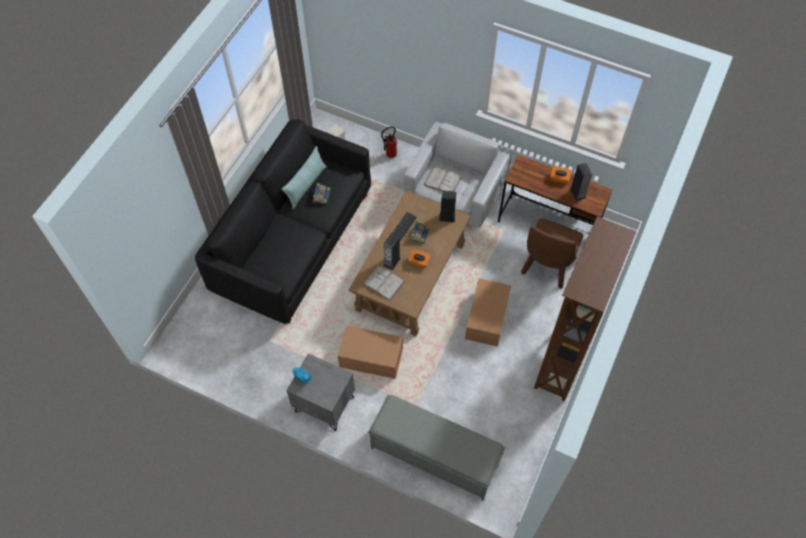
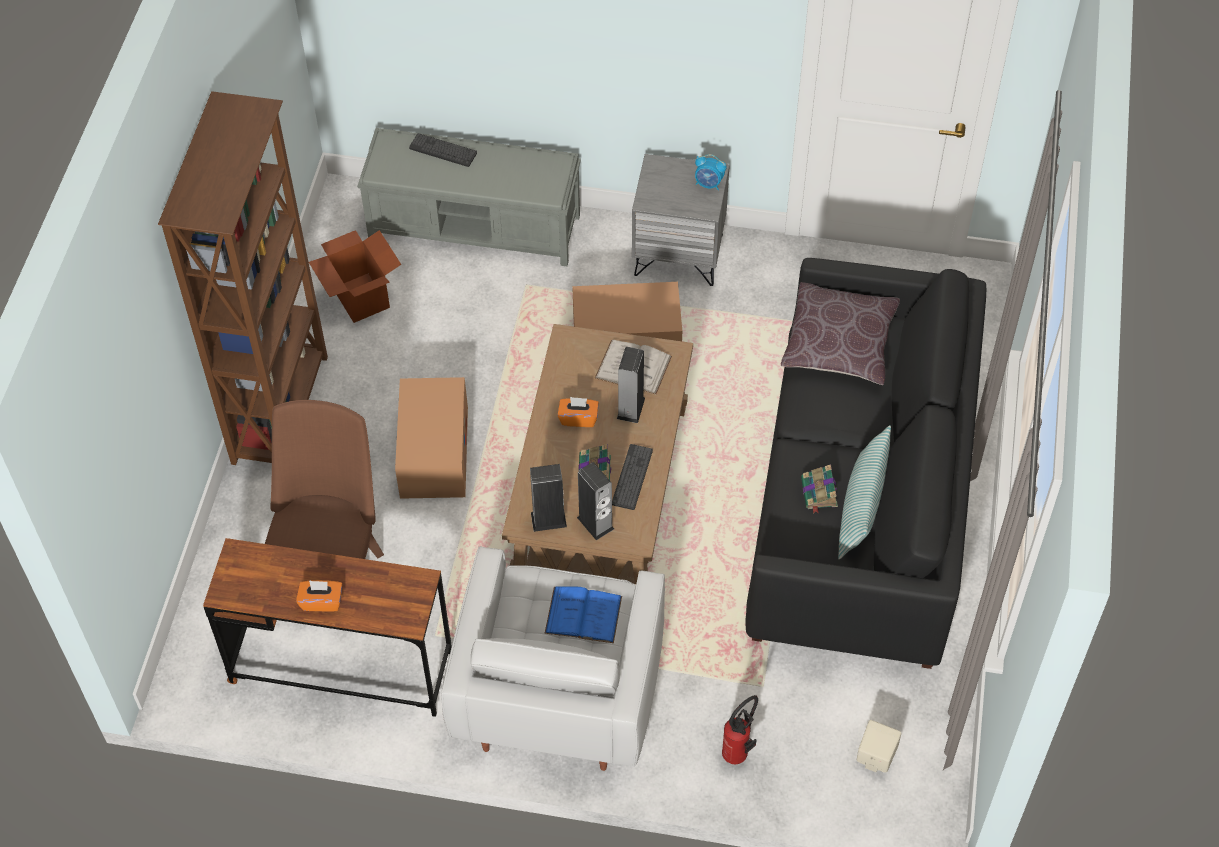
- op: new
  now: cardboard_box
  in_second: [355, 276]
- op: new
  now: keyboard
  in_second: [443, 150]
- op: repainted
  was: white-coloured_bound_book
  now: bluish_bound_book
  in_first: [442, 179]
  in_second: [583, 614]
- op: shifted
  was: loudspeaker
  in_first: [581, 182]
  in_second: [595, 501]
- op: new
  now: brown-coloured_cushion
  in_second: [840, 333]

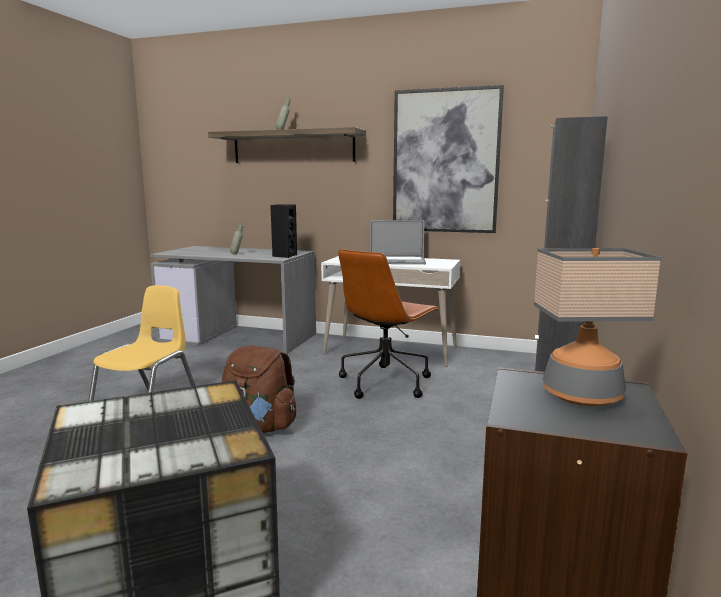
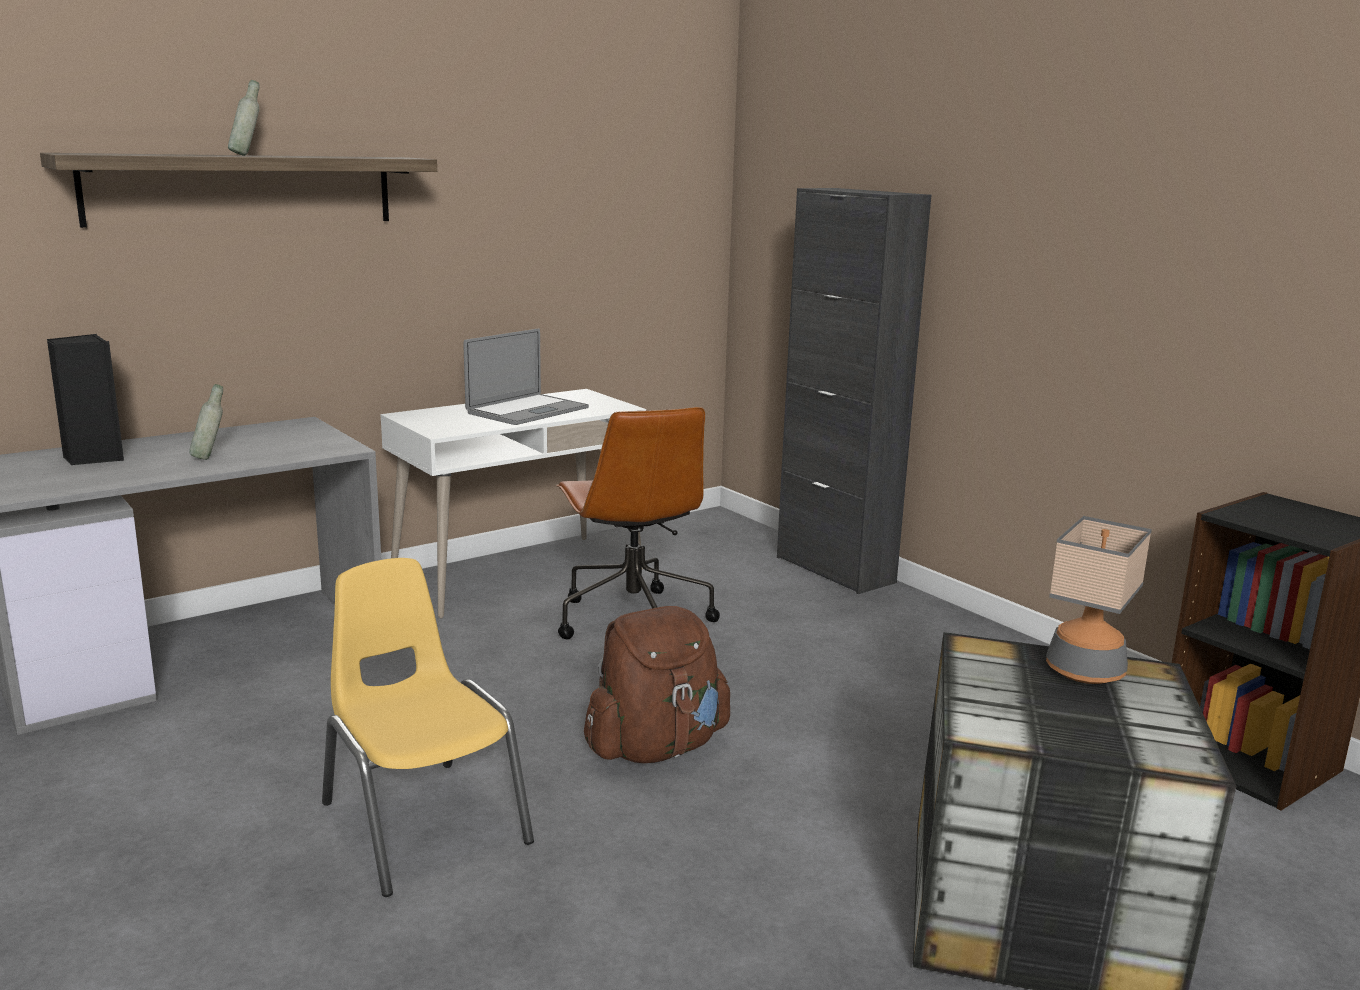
- op: shifted
  was: blackish_loudspeaker
  in_first: [283, 231]
  in_second: [85, 399]
- op: shifted
  was: tabletop_lamp
  in_first: [597, 327]
  in_second: [1099, 600]
- op: gone
  was: picture
  in_first: [448, 159]

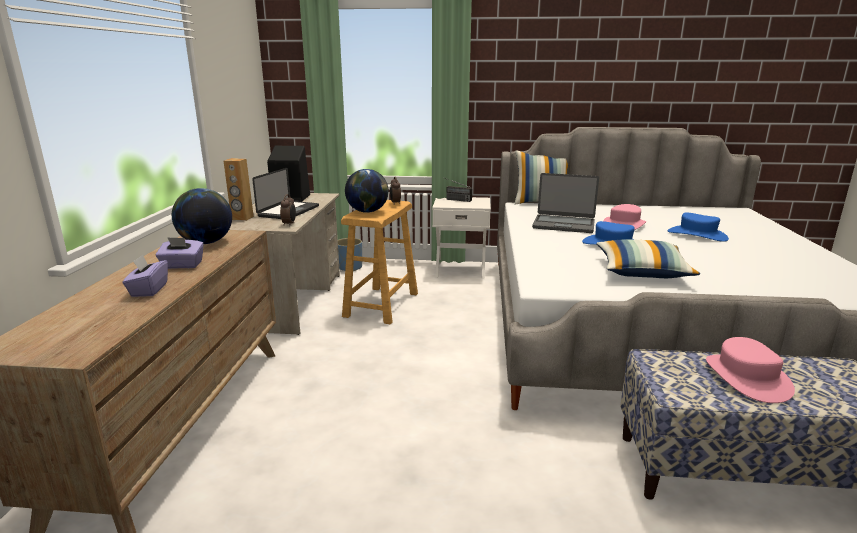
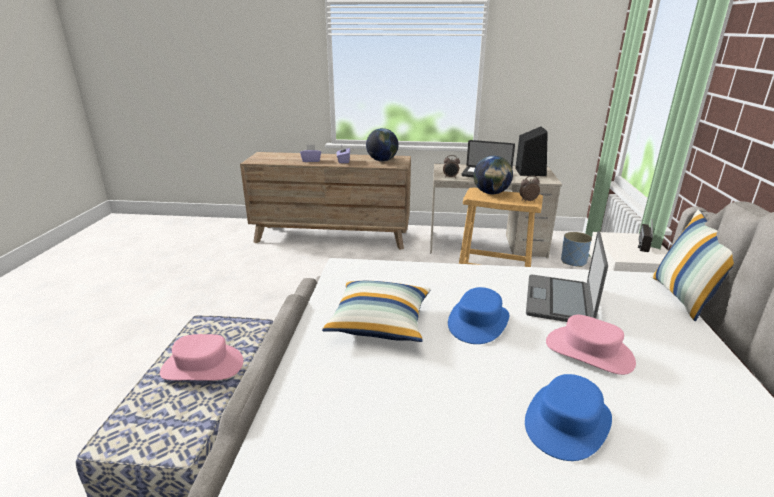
- op: gone
  was: brown-coloured_loudspeaker
  in_first: [239, 189]

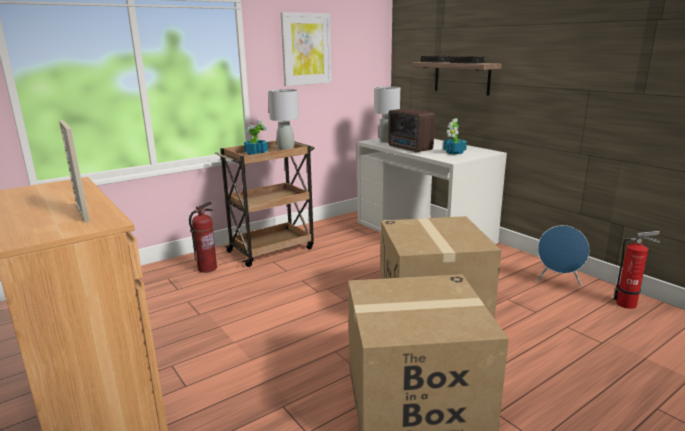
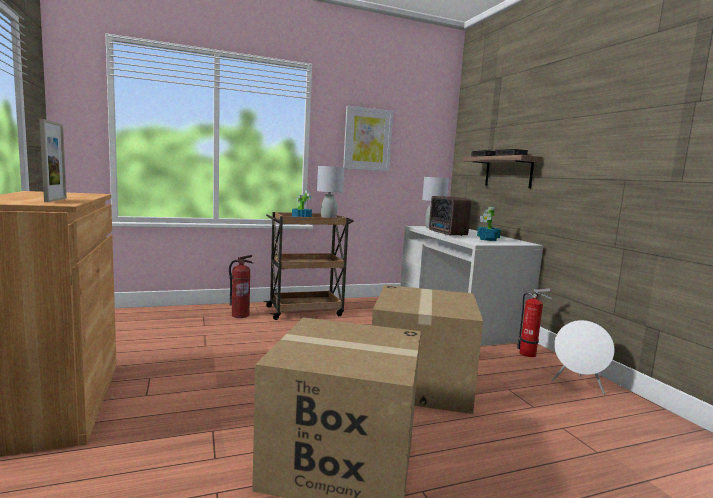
- op: shifted
  was: fire_extinguisher
  in_first: [636, 270]
  in_second: [534, 322]
- op: repainted
  was: bluish_loudspeaker
  now: white-coloured_loudspeaker
  in_first: [562, 256]
  in_second: [583, 357]

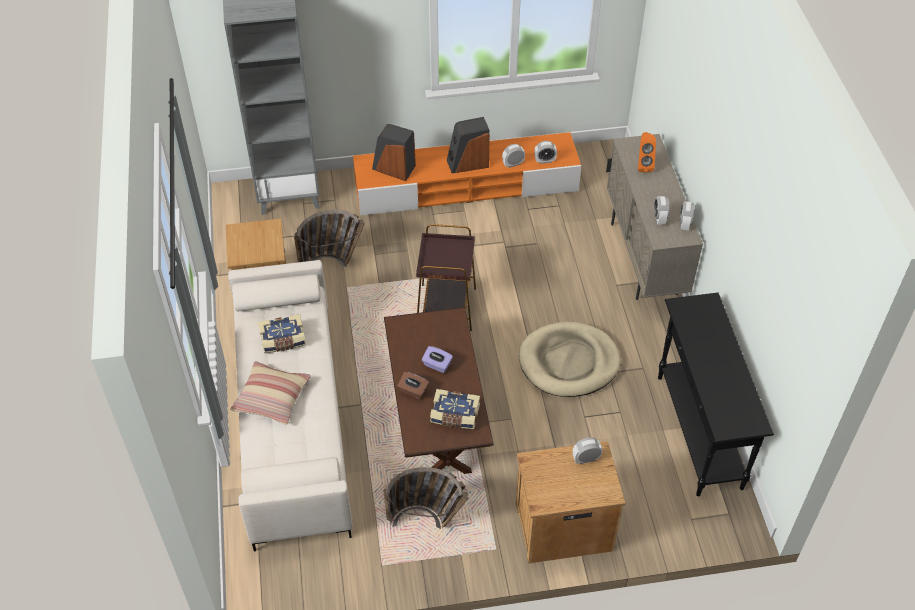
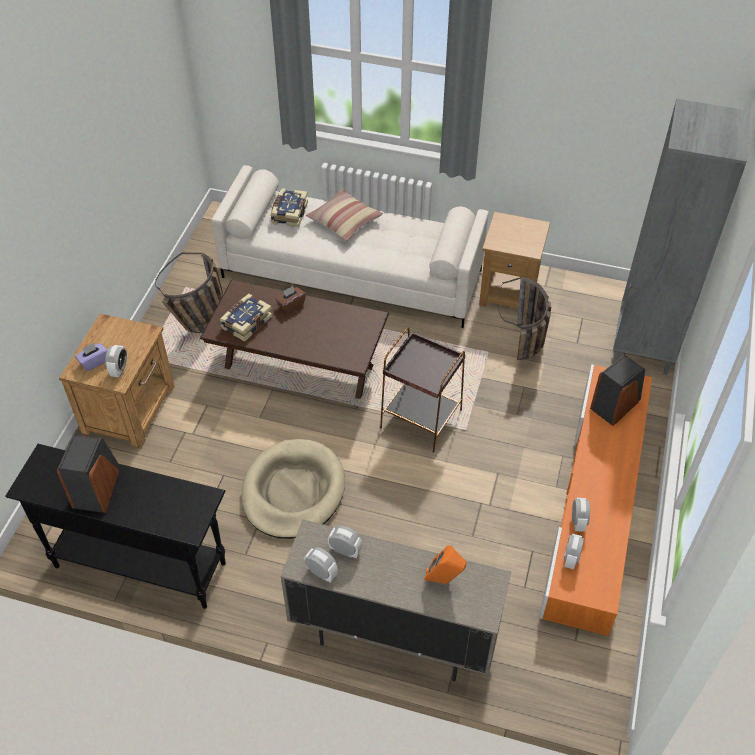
- op: shifted
  was: loudspeaker
  in_first: [468, 145]
  in_second: [88, 474]
- op: shifted
  was: purplish_box_of_tissues
  in_first: [437, 359]
  in_second: [91, 357]
- op: shifted
  was: bound_book
  in_first: [282, 333]
  in_second: [289, 207]

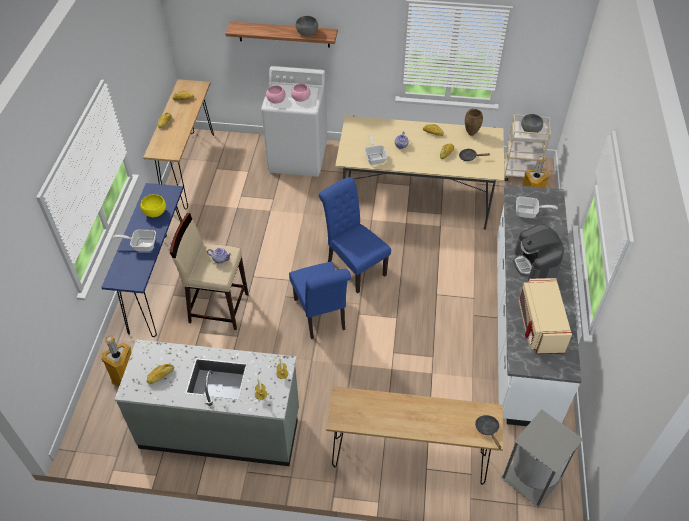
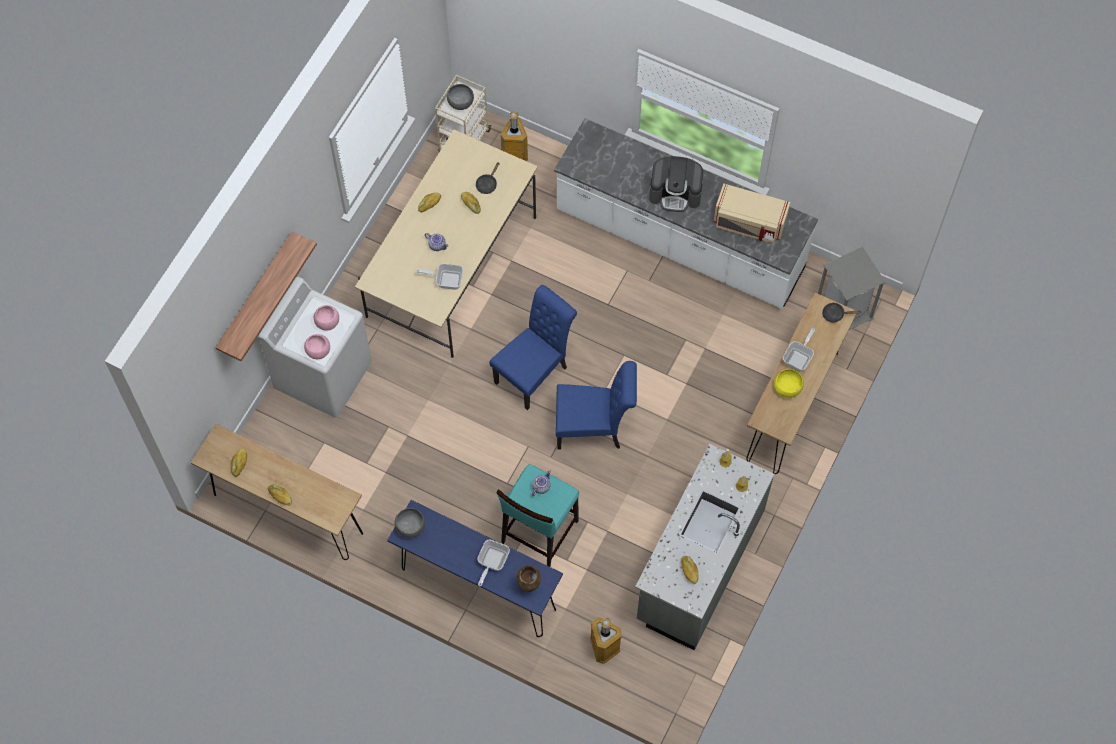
- op: shifted
  was: gray_serving_bowl
  in_first: [307, 26]
  in_second: [410, 523]
- op: rotated
  was: bluish_plain_chair
  in_first: [355, 235]
  in_second: [533, 347]
  clockwise: 150
- op: repainted
  was: beige-coloured_sitting_stool
  now: blue-green_sitting_stool
  in_first: [209, 271]
  in_second: [537, 515]
- op: shifted
  was: brown-coloured_flower_vase
  in_first: [474, 122]
  in_second: [528, 578]
- op: shifted
  was: yellow_serving_bowl
  in_first: [153, 205]
  in_second: [789, 383]
- op: shifted
  was: pan
  in_first: [537, 207]
  in_second: [799, 349]

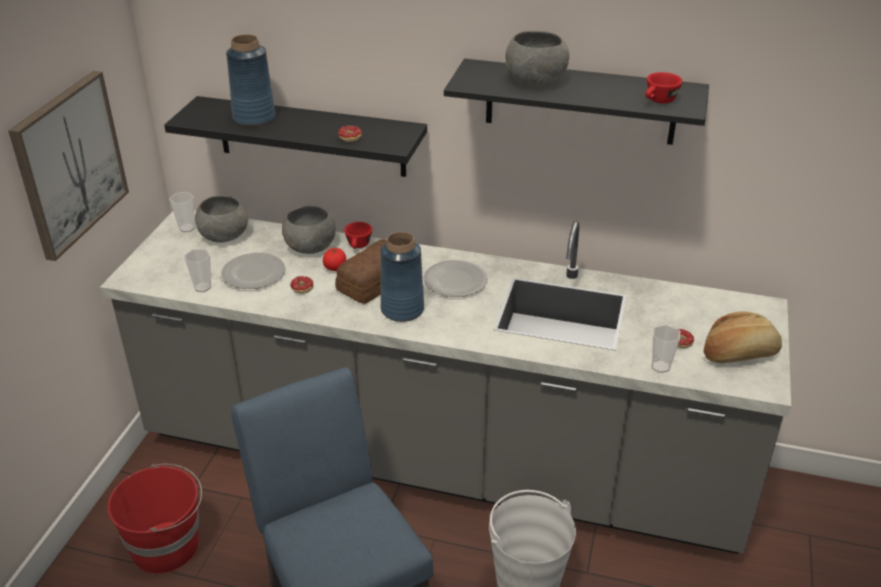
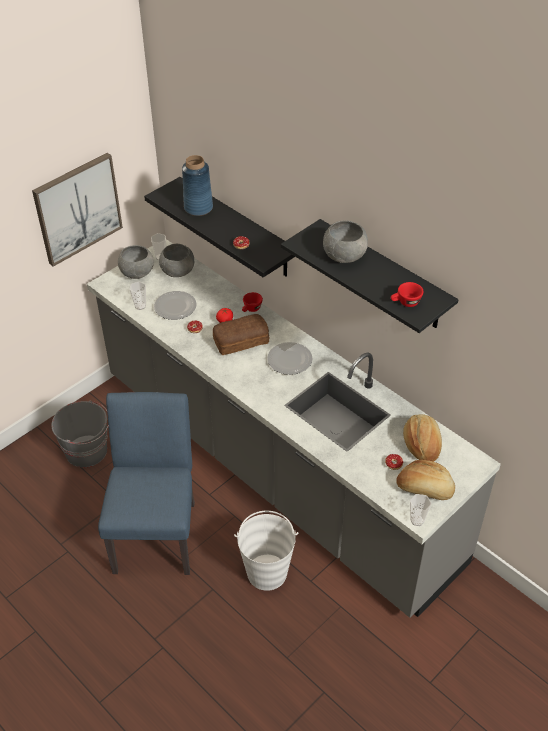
- op: repainted
  was: reddish_water_bucket
  now: gray_water_bucket
  in_first: [154, 519]
  in_second: [80, 434]
- op: shifted
  was: gray_serving_bowl
  in_first: [309, 230]
  in_second: [136, 262]
- op: new
  now: bakery_bread
  in_second: [422, 438]
- op: shifted
  was: small_cup
  in_first: [666, 349]
  in_second: [420, 510]
- op: gone
  was: bluish_flower_vase
  in_first: [402, 277]

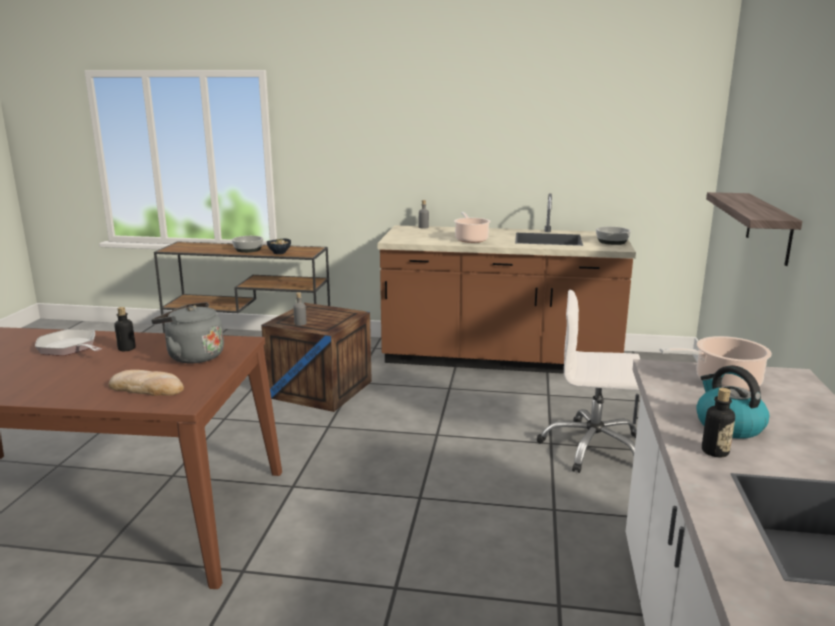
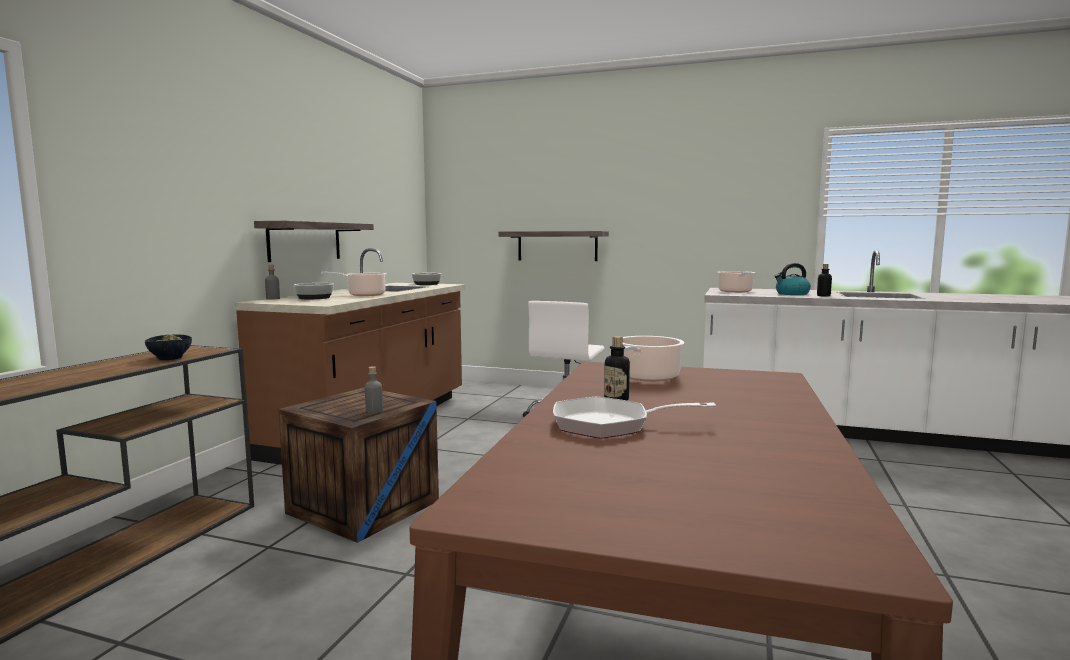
- op: new
  now: bracket_shelf
  in_second: [314, 241]
- op: shifted
  was: serving_bowl
  in_first: [247, 244]
  in_second: [314, 291]
- op: rotated
  was: pan
  in_first: [68, 342]
  in_second: [634, 417]
  clockwise: 45
- op: swapped
  was: gray_kettle
  now: cooking_pot
  in_first: [187, 332]
  in_second: [653, 359]
- op: gone
  was: bakery_bread
  in_first: [146, 383]

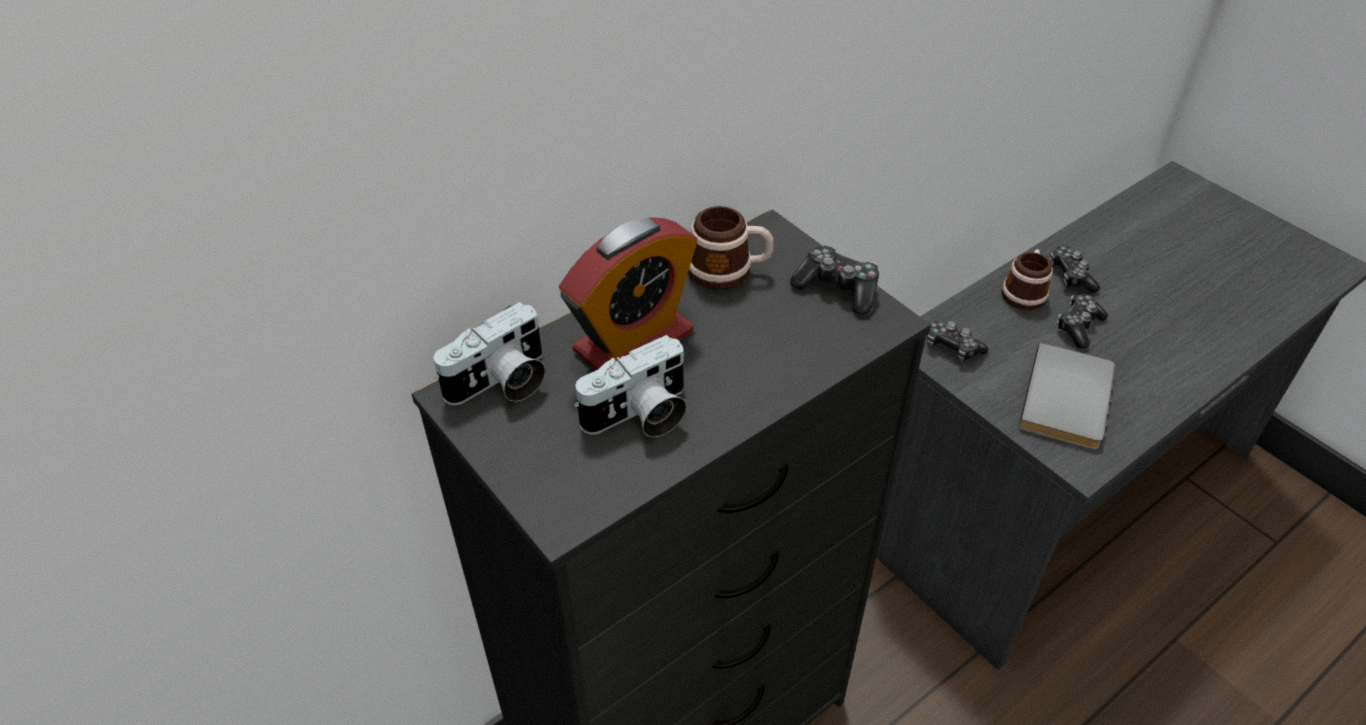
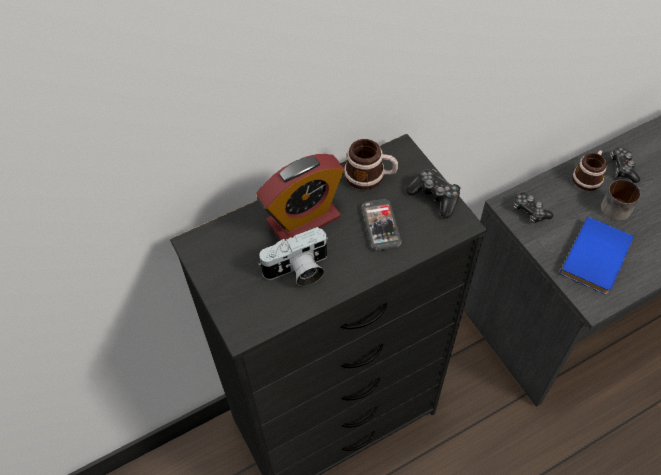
- op: new
  now: telephone
  in_second: [381, 225]
- op: repainted
  was: gray_bound_book
  now: bluish_bound_book
  in_first: [1067, 396]
  in_second: [596, 255]
- op: swapped
  was: joypad
  now: tea_mug
  in_first: [1082, 321]
  in_second: [621, 200]
- op: gone
  was: photo_camera
  in_first: [489, 353]

